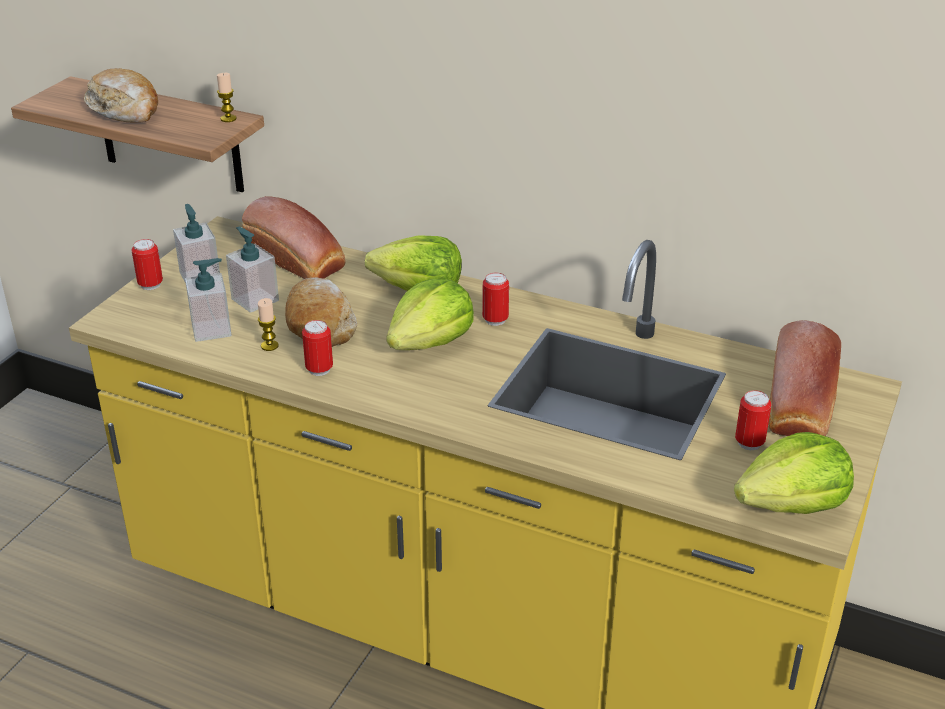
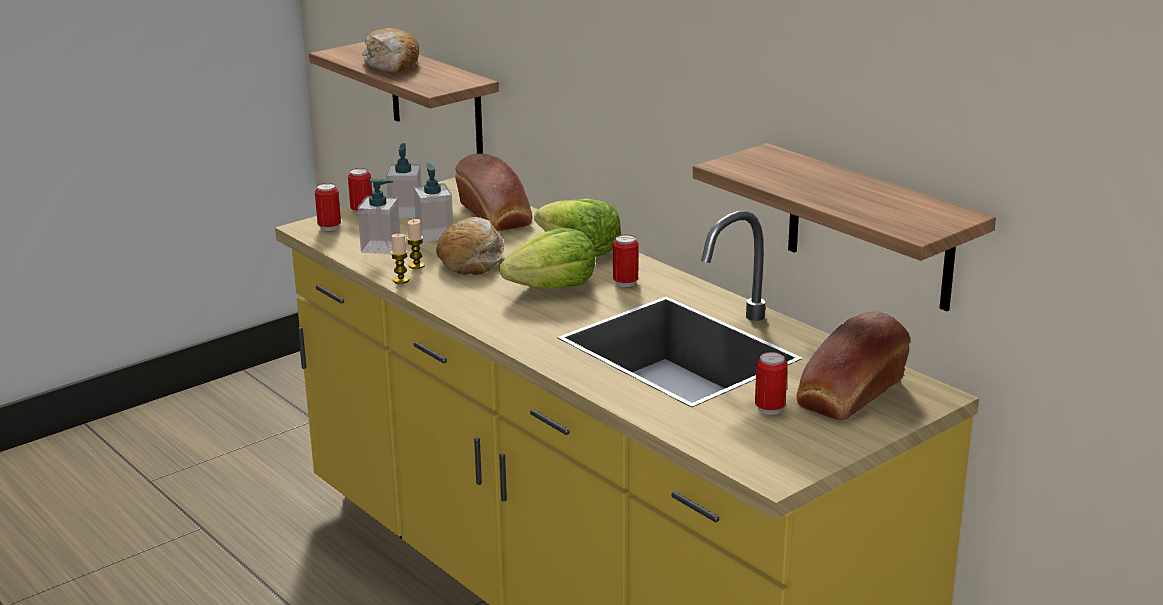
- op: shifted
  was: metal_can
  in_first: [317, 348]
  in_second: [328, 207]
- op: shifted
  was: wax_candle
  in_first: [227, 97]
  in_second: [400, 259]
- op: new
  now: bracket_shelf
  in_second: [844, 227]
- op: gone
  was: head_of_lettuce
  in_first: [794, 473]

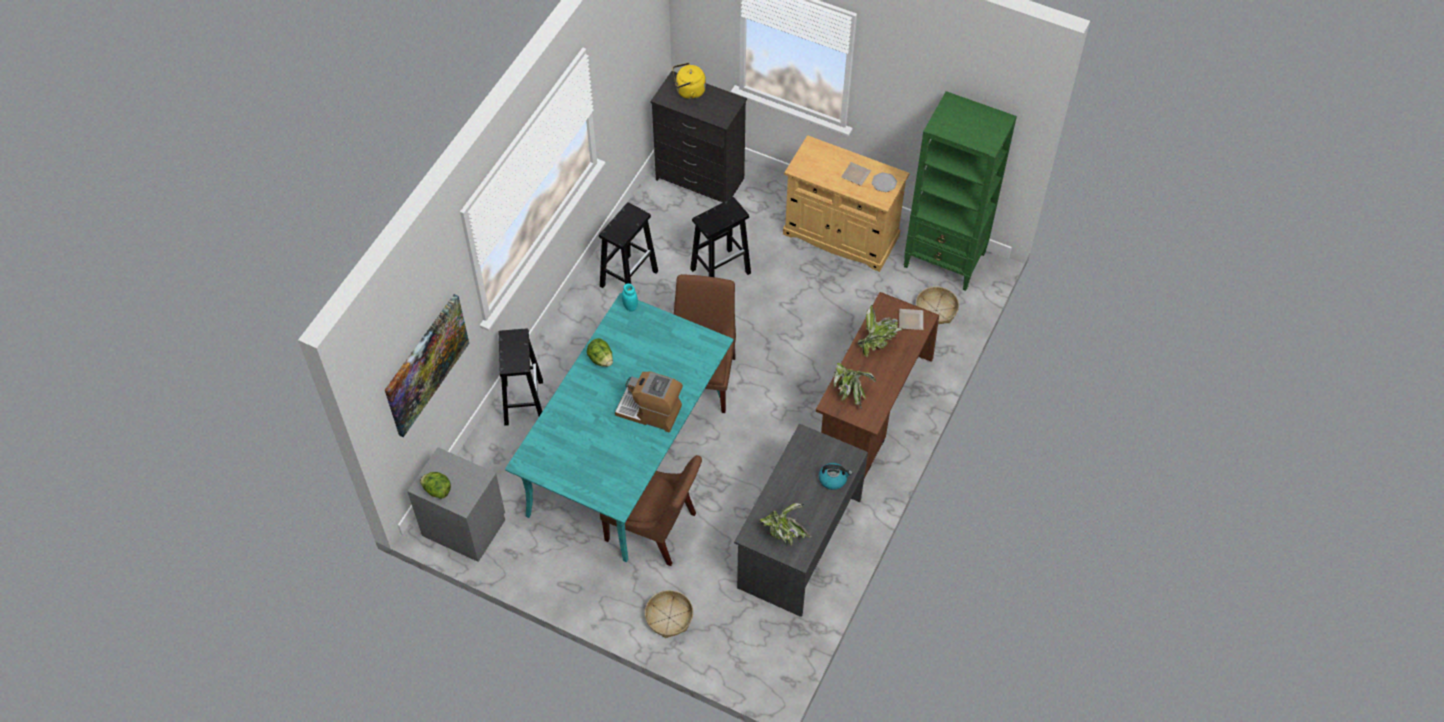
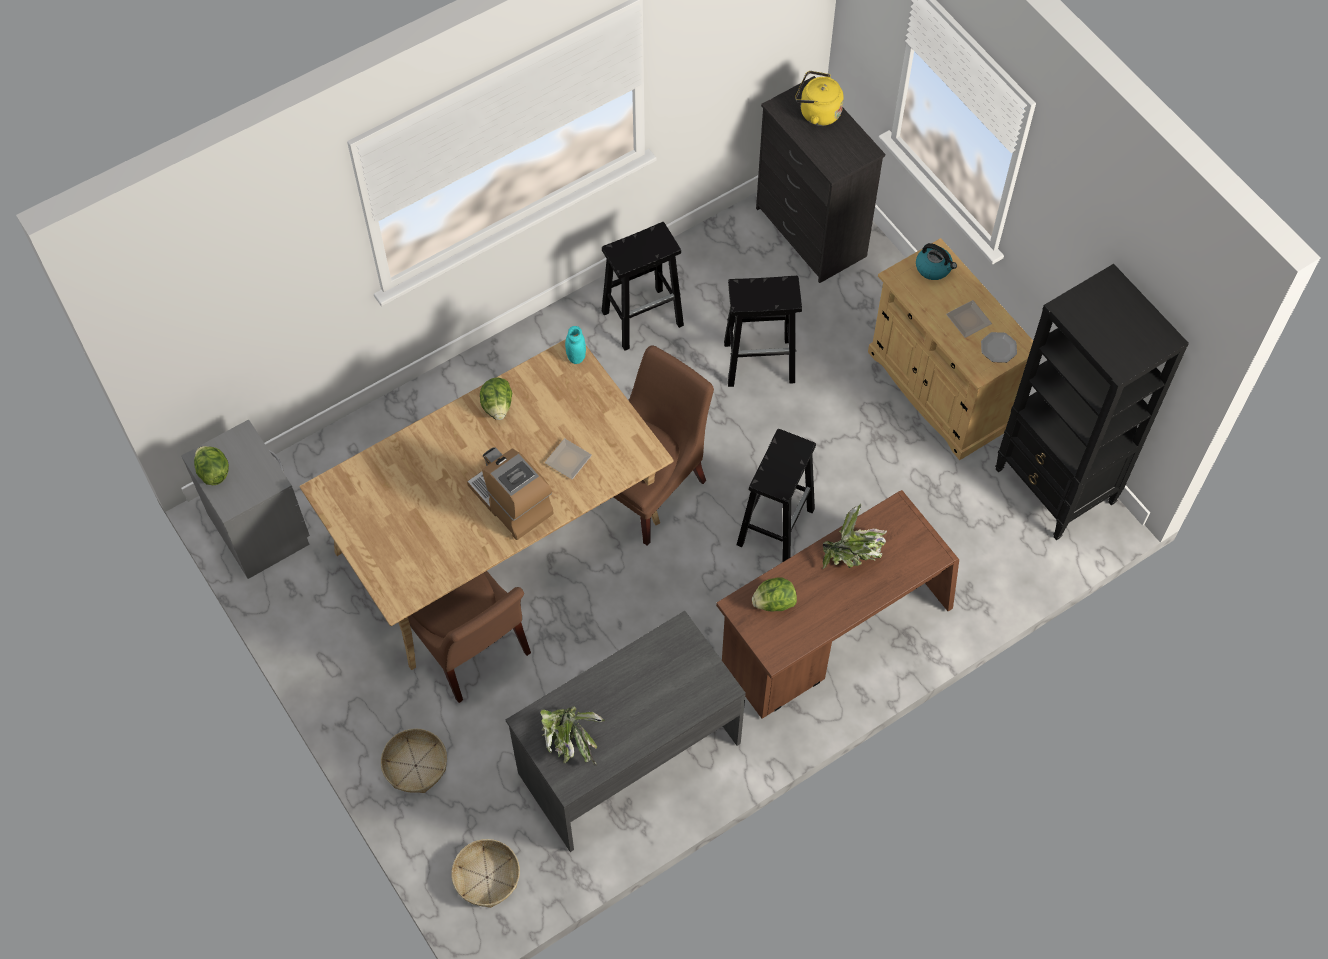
- op: repainted
  was: blue-green_kitchen_table
  now: beige-coloured_kitchen_table
  in_first: [619, 427]
  in_second: [487, 504]
- op: shifted
  was: storage_basket
  in_first: [937, 305]
  in_second: [485, 873]
- op: shifted
  was: plate
  in_first: [911, 319]
  in_second: [568, 458]
- op: shifted
  was: blackish_sitting_stool
  in_first: [521, 377]
  in_second: [776, 495]
- op: swapped
  was: plant_in_a_pot
  now: head_of_lettuce
  in_first: [854, 385]
  in_second: [774, 594]
- op: shifted
  was: kettle
  in_first: [835, 476]
  in_second: [936, 261]
- op: repainted
  was: greenish_bookshelf
  now: blackish_bookshelf
  in_first: [960, 191]
  in_second: [1092, 402]
- op: gone
  was: picture
  in_first: [427, 365]

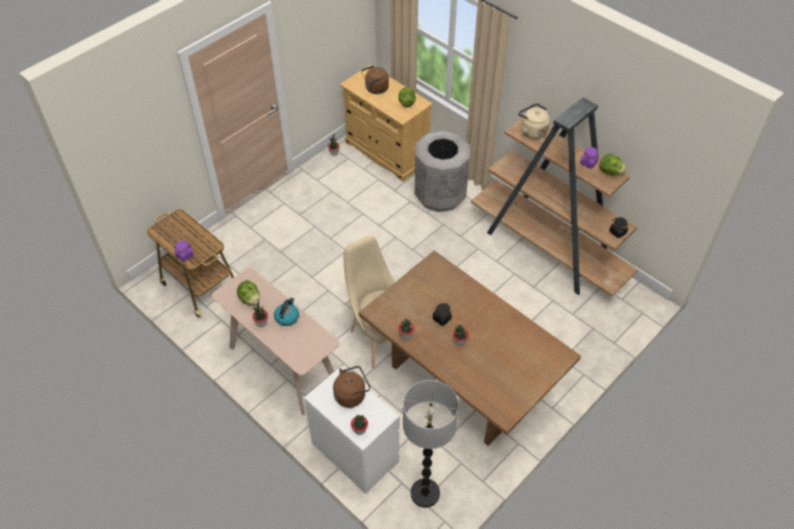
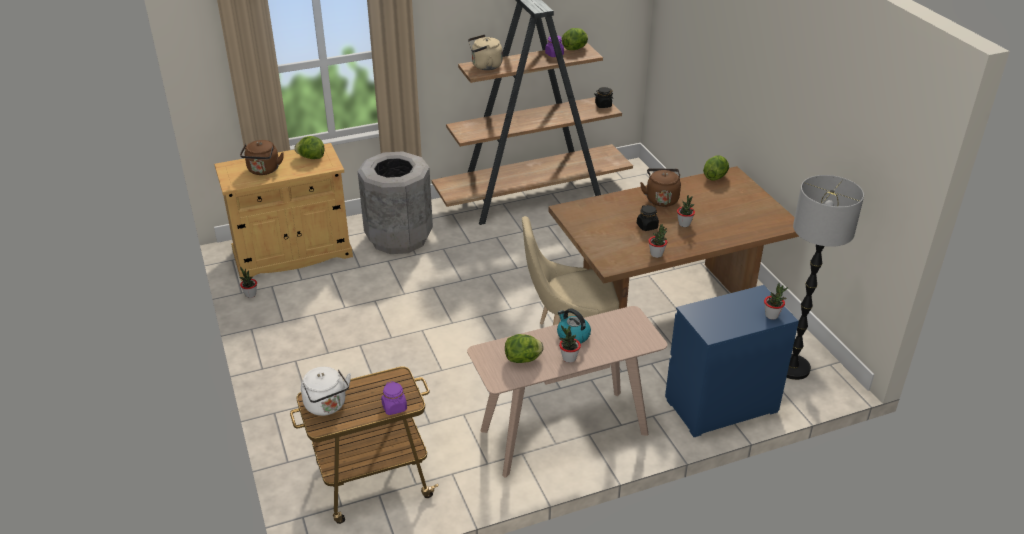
- op: new
  now: white-coloured_kettle
  in_second: [326, 391]
- op: shifted
  was: brown-coloured_kettle
  in_first: [351, 387]
  in_second: [660, 188]
- op: repainted
  was: white-coloured_dresser
  now: bluish_dresser
  in_first: [352, 430]
  in_second: [732, 361]
- op: new
  now: head_of_lettuce
  in_second: [716, 168]

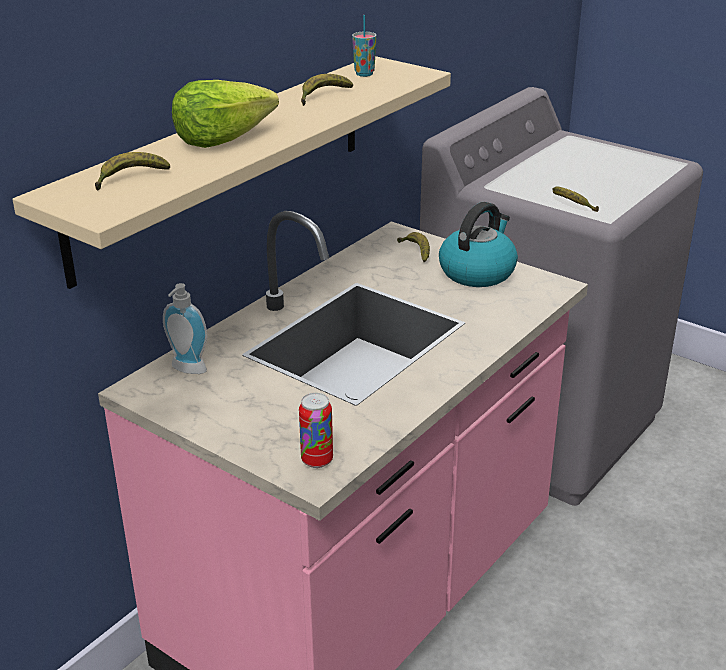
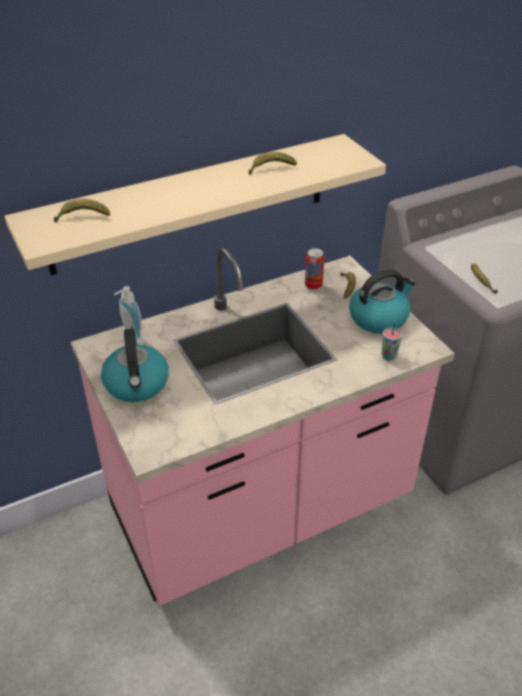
- op: new
  now: kettle
  in_second: [135, 365]
- op: shifted
  was: metal_can
  in_first: [316, 430]
  in_second: [314, 269]
- op: shifted
  was: small_cup
  in_first: [364, 46]
  in_second: [392, 341]
- op: gone
  was: head_of_lettuce
  in_first: [225, 114]

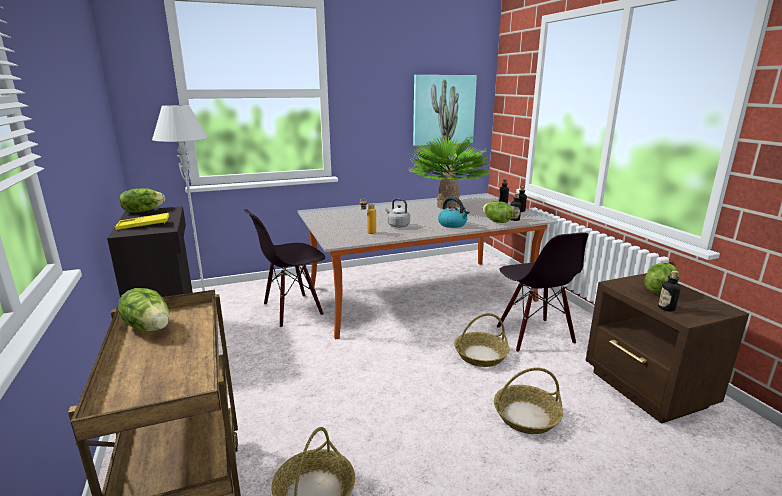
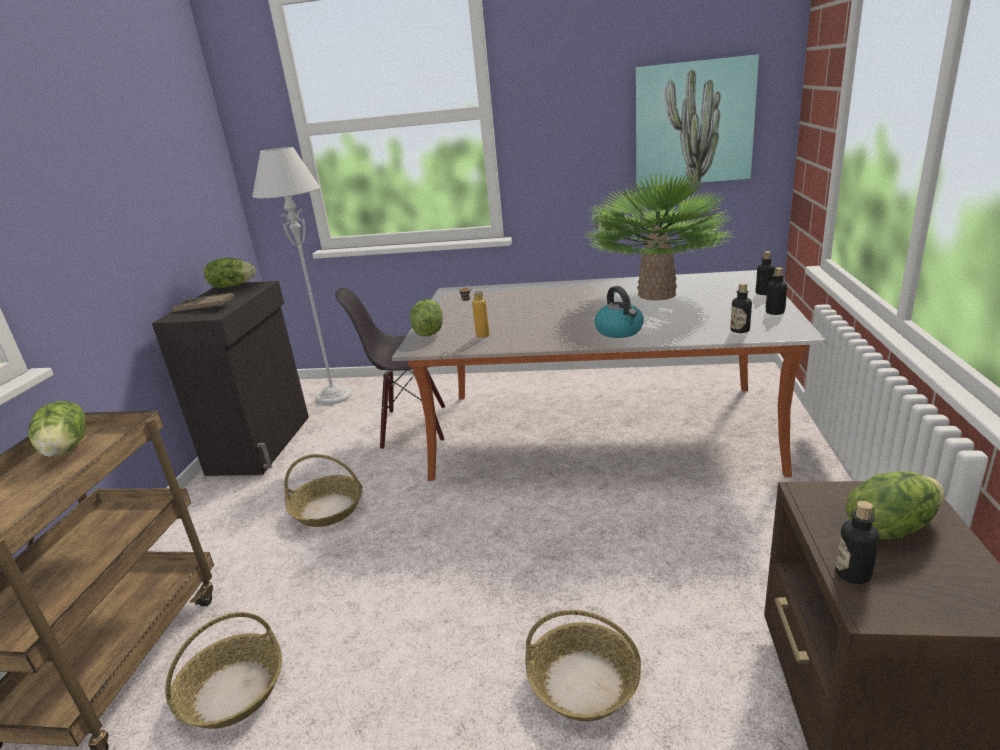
- op: repainted
  was: yellow_carrying_tray
  now: brown-coloured_carrying_tray
  in_first: [142, 221]
  in_second: [203, 302]
- op: shifted
  was: storage_basket
  in_first: [482, 340]
  in_second: [323, 490]
- op: shifted
  was: head_of_lettuce
  in_first: [498, 212]
  in_second: [426, 317]
- op: gone
  was: gray_kettle
  in_first: [397, 213]
- op: gone
  was: blackish_plain_chair
  in_first: [543, 292]

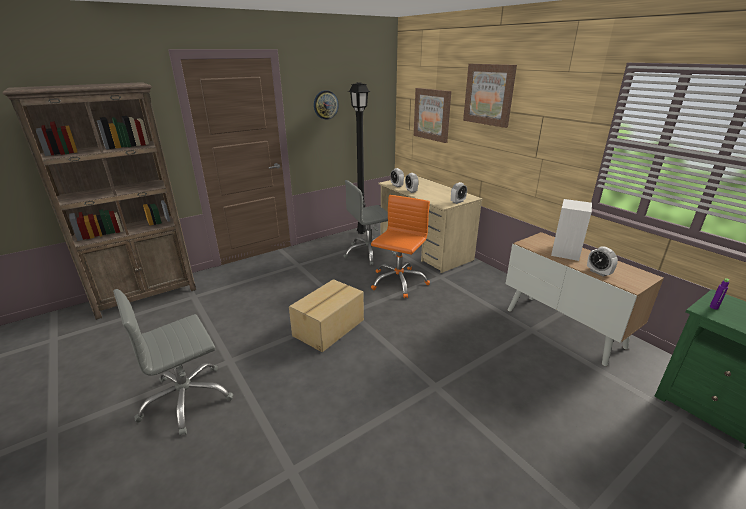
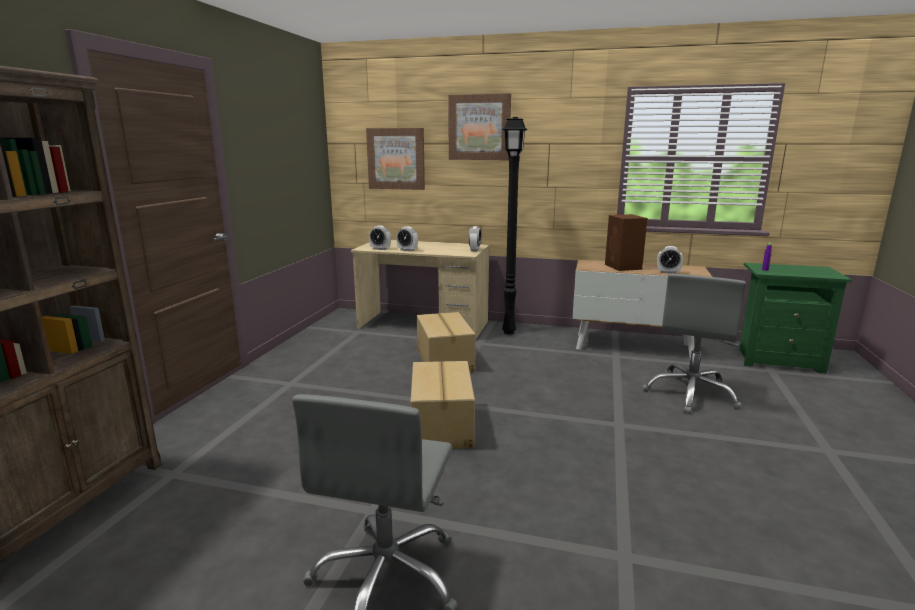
- op: swapped
  was: orange-coloured_office_chair
  now: cardboard_box
  in_first: [400, 246]
  in_second: [446, 342]
- op: shifted
  was: blackish_floor_lamp
  in_first: [359, 158]
  in_second: [515, 226]
- op: repainted
  was: white-coloured_loudspeaker
  now: brown-coloured_loudspeaker
  in_first: [571, 230]
  in_second: [626, 242]
- op: shifted
  was: gray_office_chair
  in_first: [370, 222]
  in_second: [694, 344]
- op: gone
  was: wall_clock
  in_first: [326, 105]

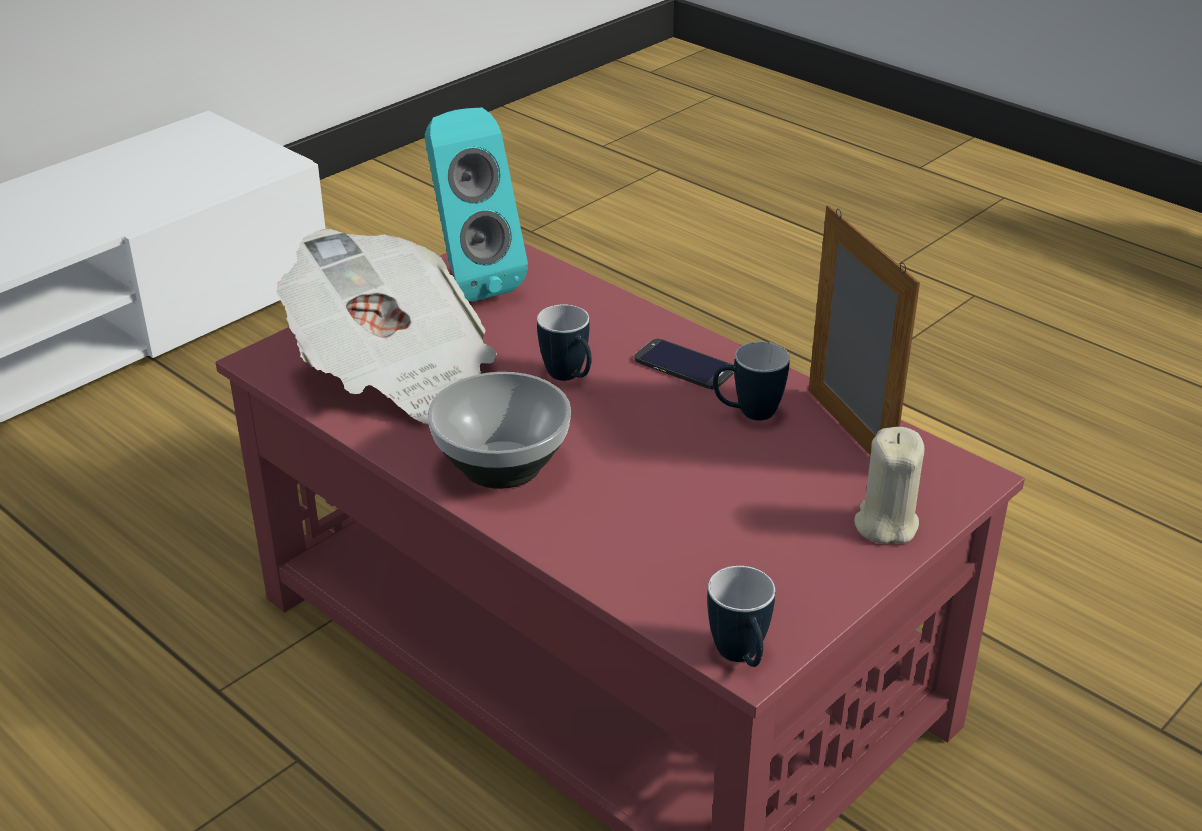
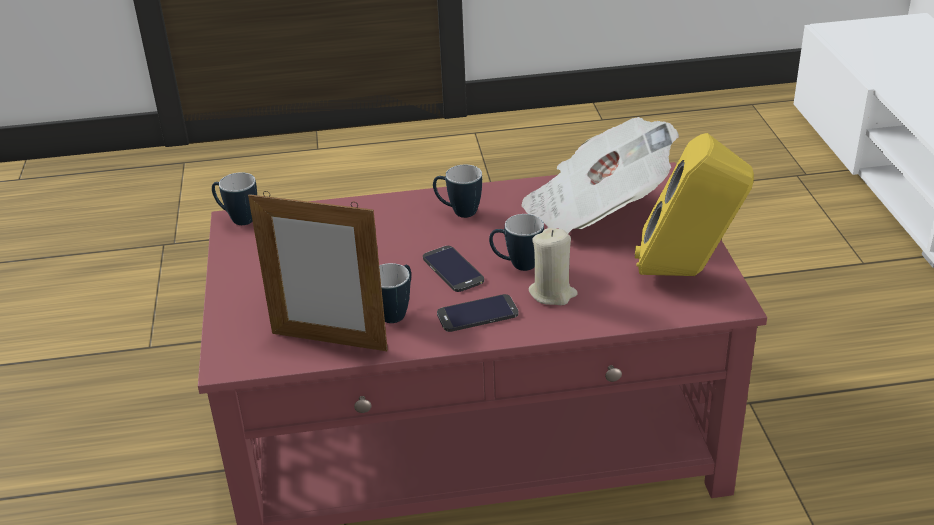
- op: new
  now: telephone
  in_second: [453, 269]
- op: swapped
  was: serving_bowl
  now: tea_mug
  in_first: [499, 430]
  in_second: [457, 191]
- op: shifted
  was: beige-coloured_wax_candle
  in_first: [889, 485]
  in_second: [553, 266]
- op: repainted
  was: blue-green_loudspeaker
  now: yellow_loudspeaker
  in_first: [476, 205]
  in_second: [694, 204]

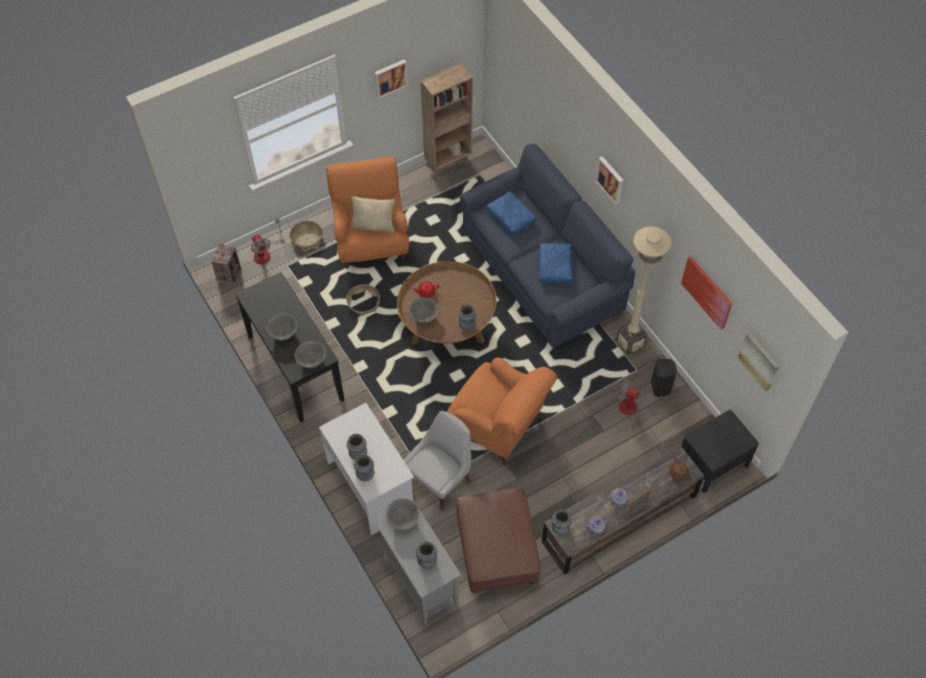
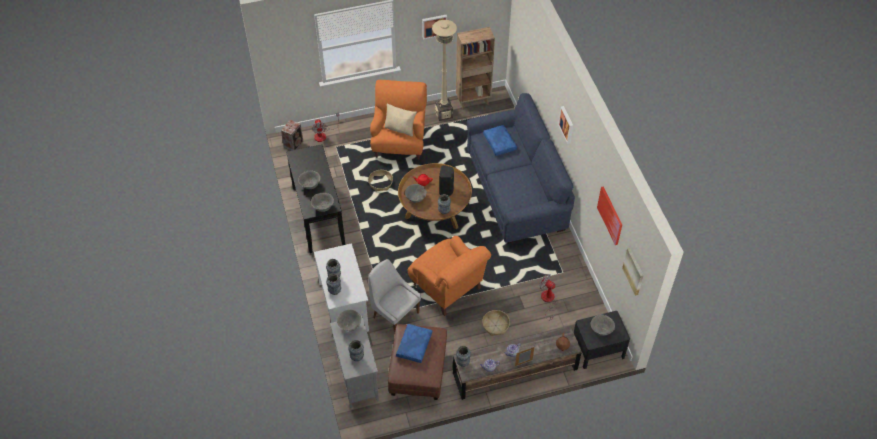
- op: rotated
  was: white-coloured_plain_chair
  in_first: [437, 460]
  in_second: [394, 297]
  clockwise: -105
- op: shifted
  was: bluish_cushion
  in_first: [555, 263]
  in_second: [414, 343]
- op: shifted
  was: beige-coloured_floor_lamp
  in_first: [644, 290]
  in_second: [444, 70]
- op: shifted
  was: blackish_loudspeaker
  in_first: [664, 378]
  in_second: [446, 180]
- op: shifted
  was: storage_basket
  in_first: [306, 235]
  in_second: [496, 323]
- op: new
  now: gray_serving_bowl
  in_second: [602, 325]

